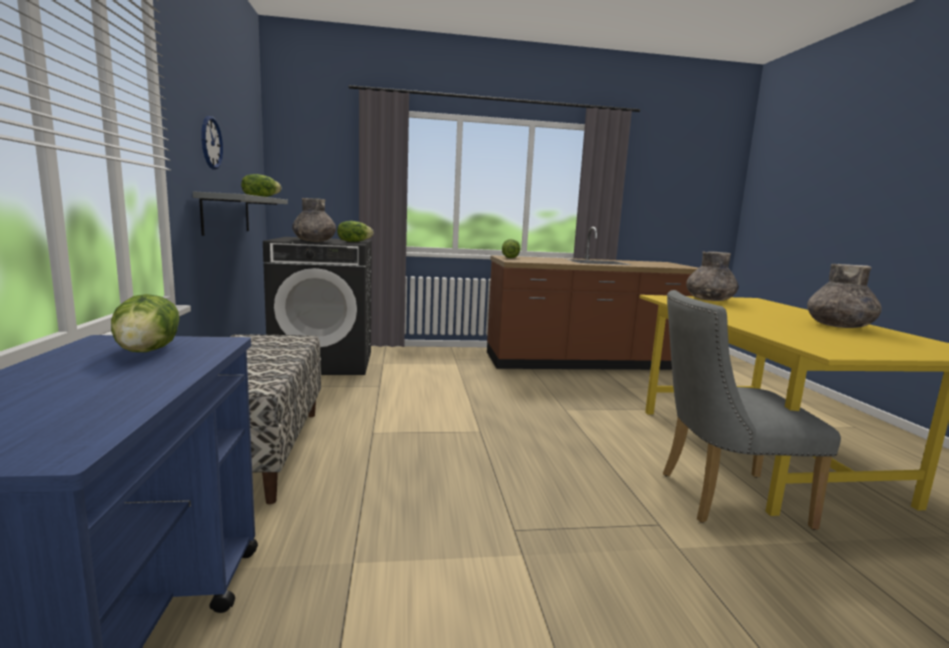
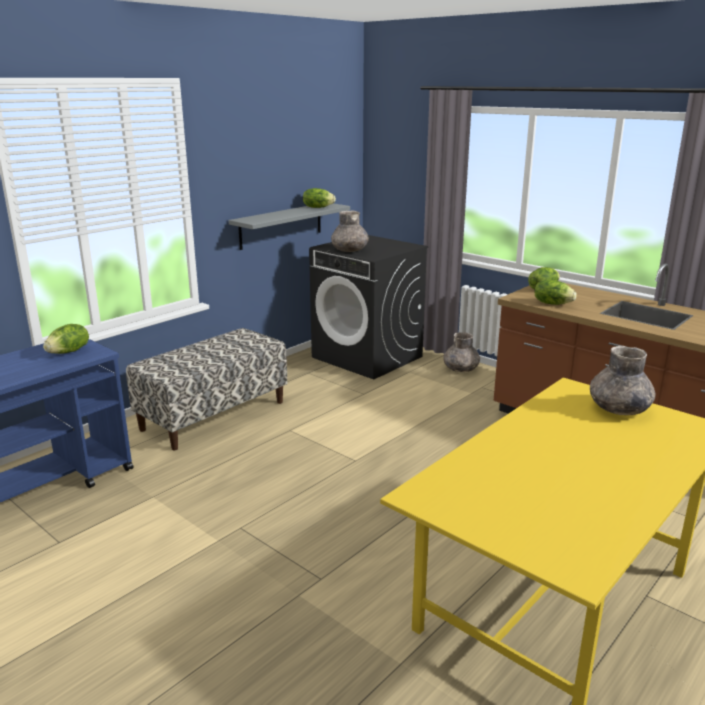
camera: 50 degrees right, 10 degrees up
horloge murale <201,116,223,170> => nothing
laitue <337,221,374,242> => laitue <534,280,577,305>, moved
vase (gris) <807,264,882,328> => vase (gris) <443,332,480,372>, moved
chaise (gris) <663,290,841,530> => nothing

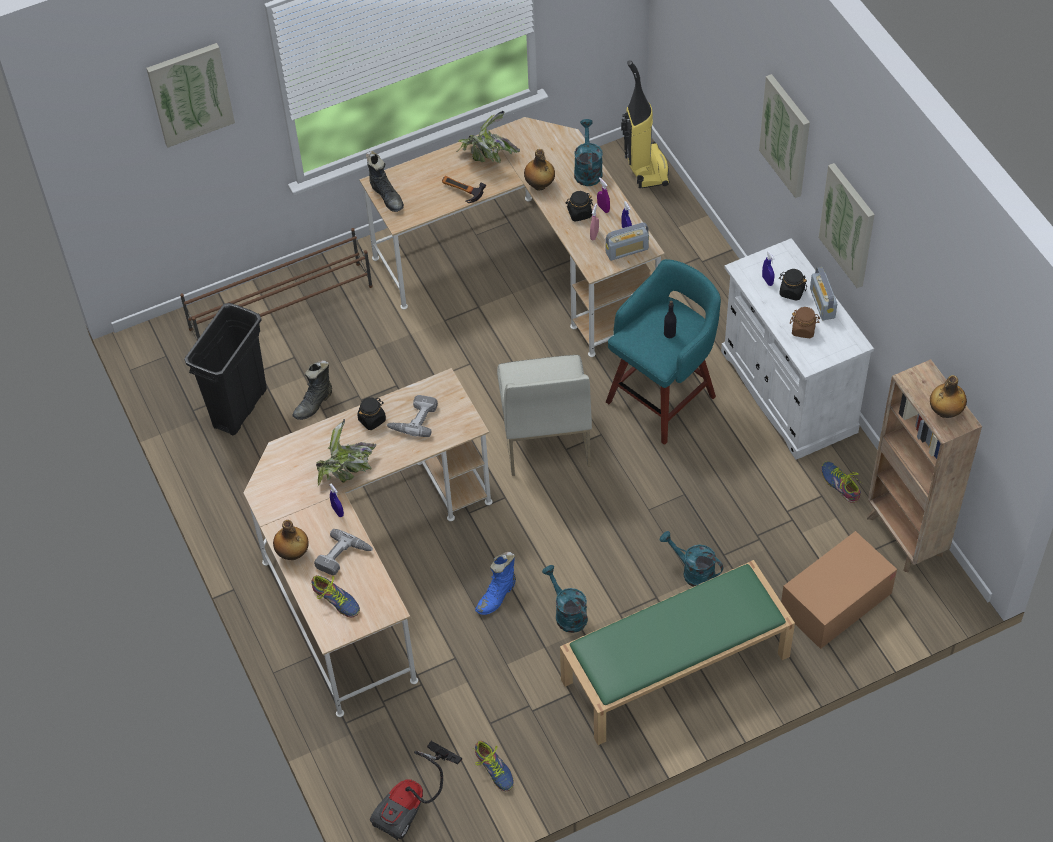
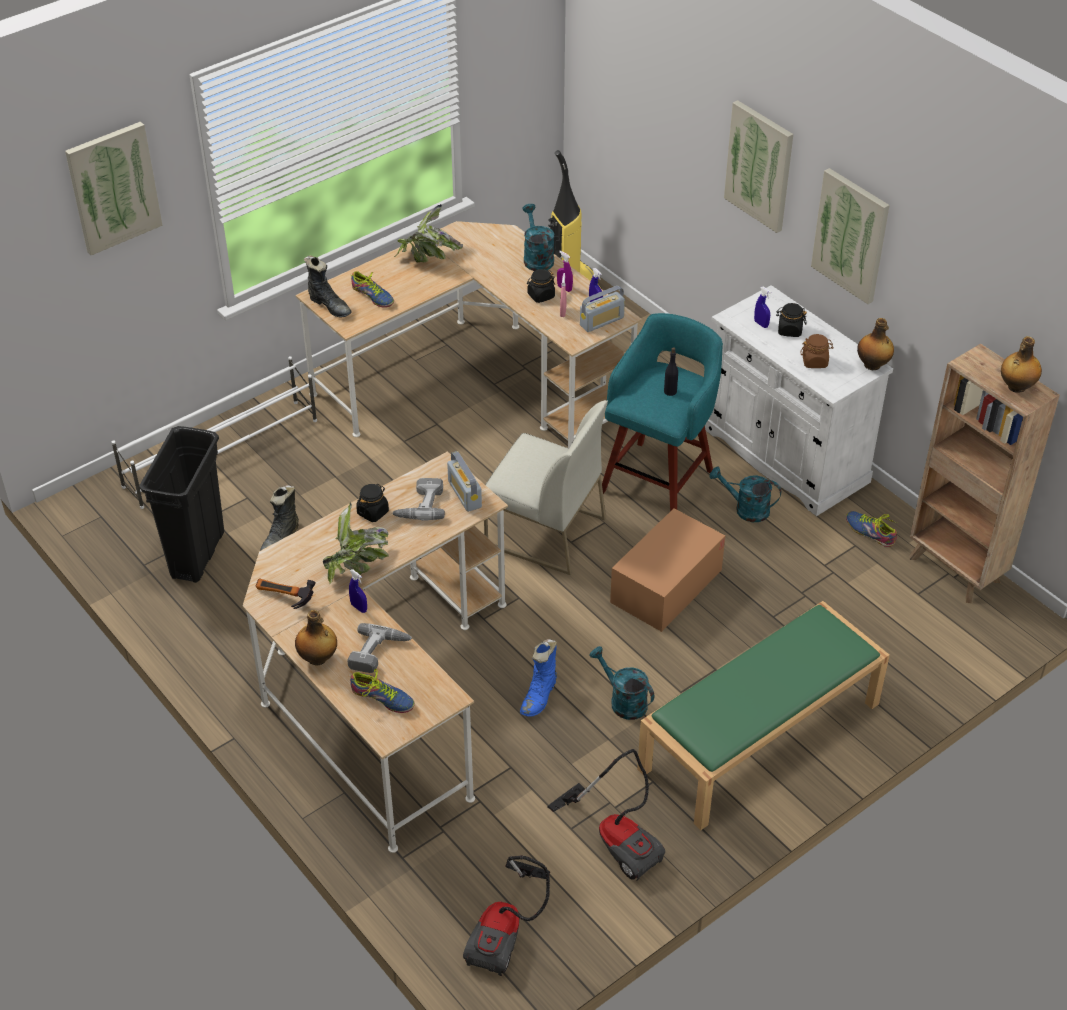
camera: 15 degrees left, 10 degrees down
bouteille <524,149,555,190> => bouteille <857,318,894,370>, moved
marteau <442,176,486,203> => marteau <256,578,316,609>, moved
étagère à chaussures (marron) <180,228,373,340> => étagère à chaussures (blanc) <112,356,317,509>
radio <810,267,837,320> => radio <447,451,482,512>, moved
chaise (blanc) <497,355,592,476> => chaise (blanc) <484,400,608,575>, 45 degrees counterclockwise
arrosoir (turquoise) <660,531,723,587> => arrosoir (turquoise) <710,467,781,522>, moved
carton <781,531,897,649> => carton <610,508,725,632>, moved
chaussure <473,741,514,791> => chaussure <351,271,394,308>, moved
nothing => aspirateur <548,749,665,881>

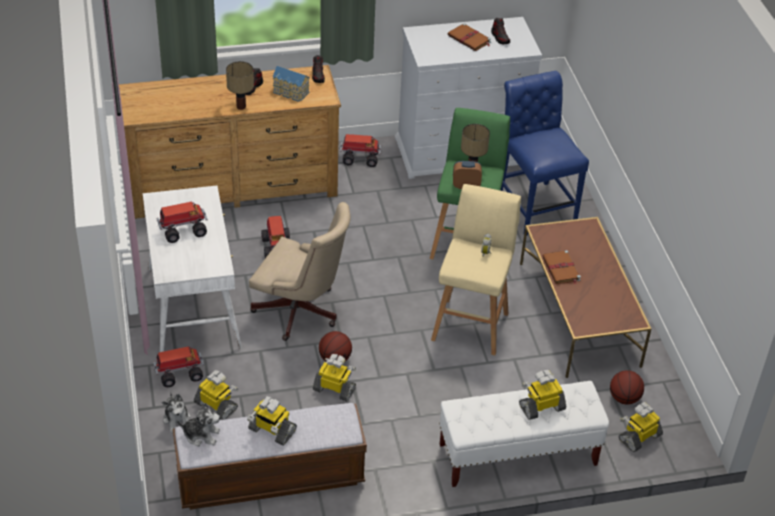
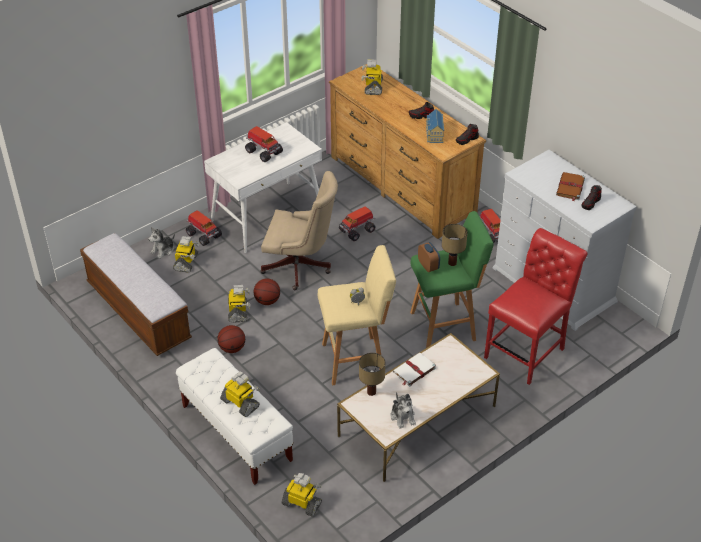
camera: 65 degrees right, 0 degrees up
lampe de table <226,61,254,110> => lampe de table <359,353,385,396>, moved
chaise (bleu) <501,71,589,236> => chaise (rouge) <484,228,588,385>
chaise de bureau (beige) <249,202,351,341> => chaise de bureau (beige) <260,171,338,290>, 75 degrees counterclockwise
table basse (marron) <520,217,651,378> => table basse (blanc) <337,333,500,482>
livre (marron) <542,250,581,284> => livre (blanc) <393,353,436,386>
ballon de basket <610,370,644,405> => ballon de basket <217,325,245,353>, moved
robot jouet <247,396,297,445> => robot jouet <361,59,383,95>, moved
peluche <177,403,220,446> => peluche <391,392,416,429>, moved

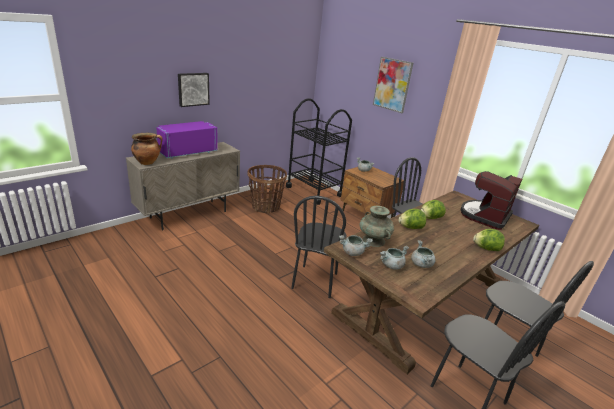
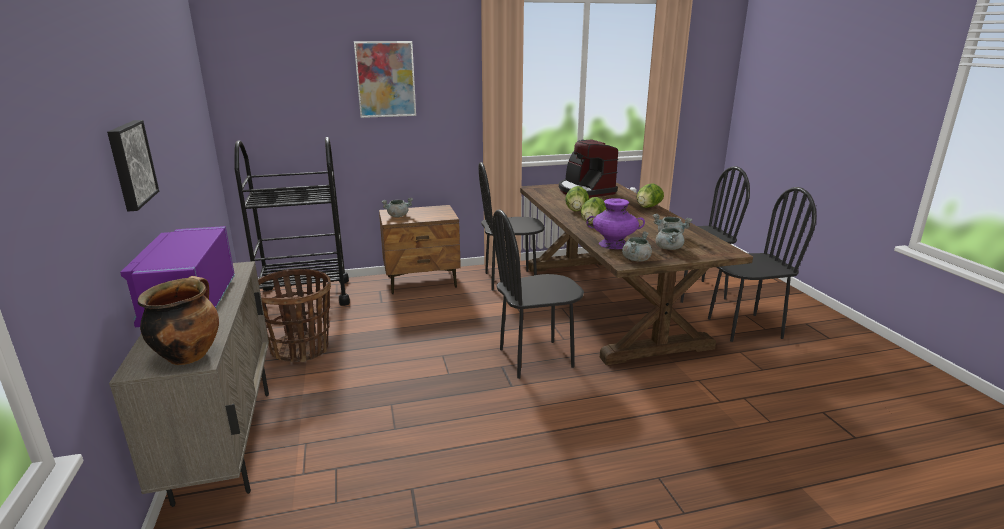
camera: 60 degrees left, 5 degrees down
chaise (noir) <291,196,347,298> => chaise (noir) <492,209,584,379>, 120 degrees clockwise
vase (turquoise) <360,206,394,247> => vase (violet) <586,198,645,249>

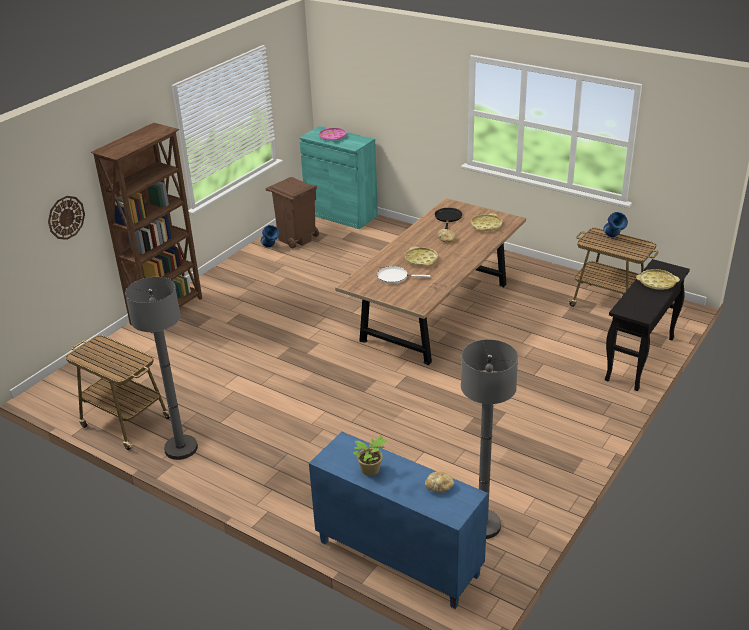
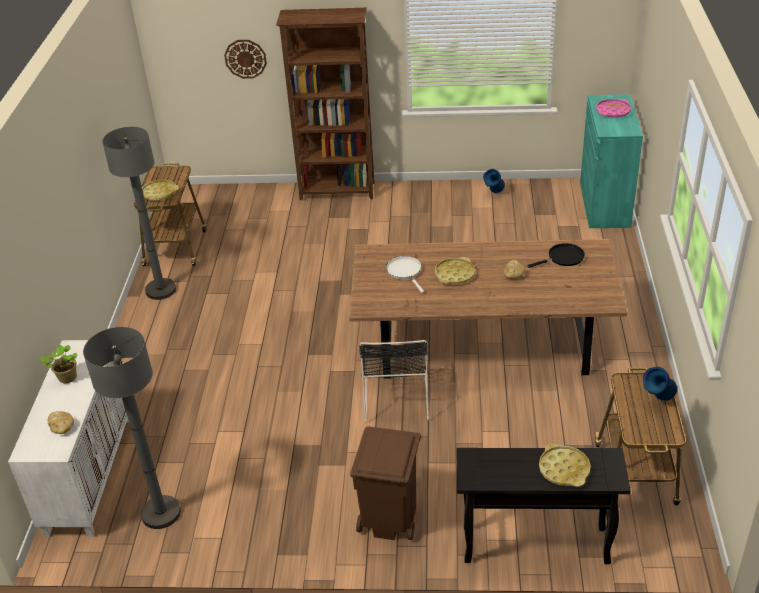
camera: 60 degrees right, 5 degrees up
poubelle (marron) <266,177,319,248> => poubelle (marron) <350,426,421,540>, moved
plateau (jaune) <471,213,502,231> => plateau (jaune) <142,180,179,201>, moved
meuble de rangement (bleu) <309,432,488,609> => meuble de rangement (blanc) <8,340,129,537>
nothing => chaise (noir) <359,340,429,423>

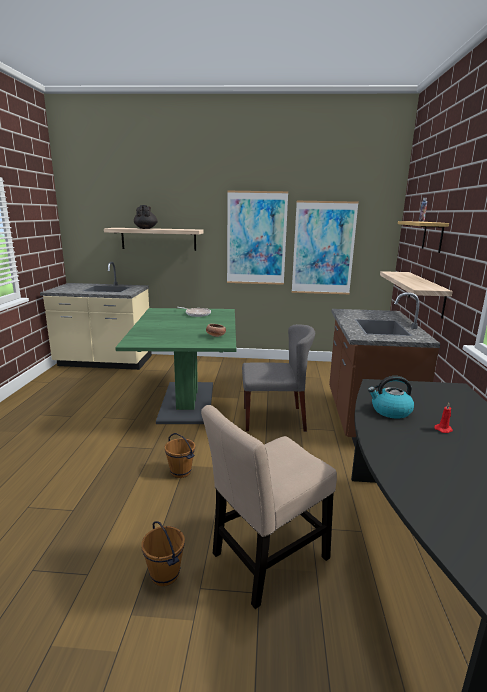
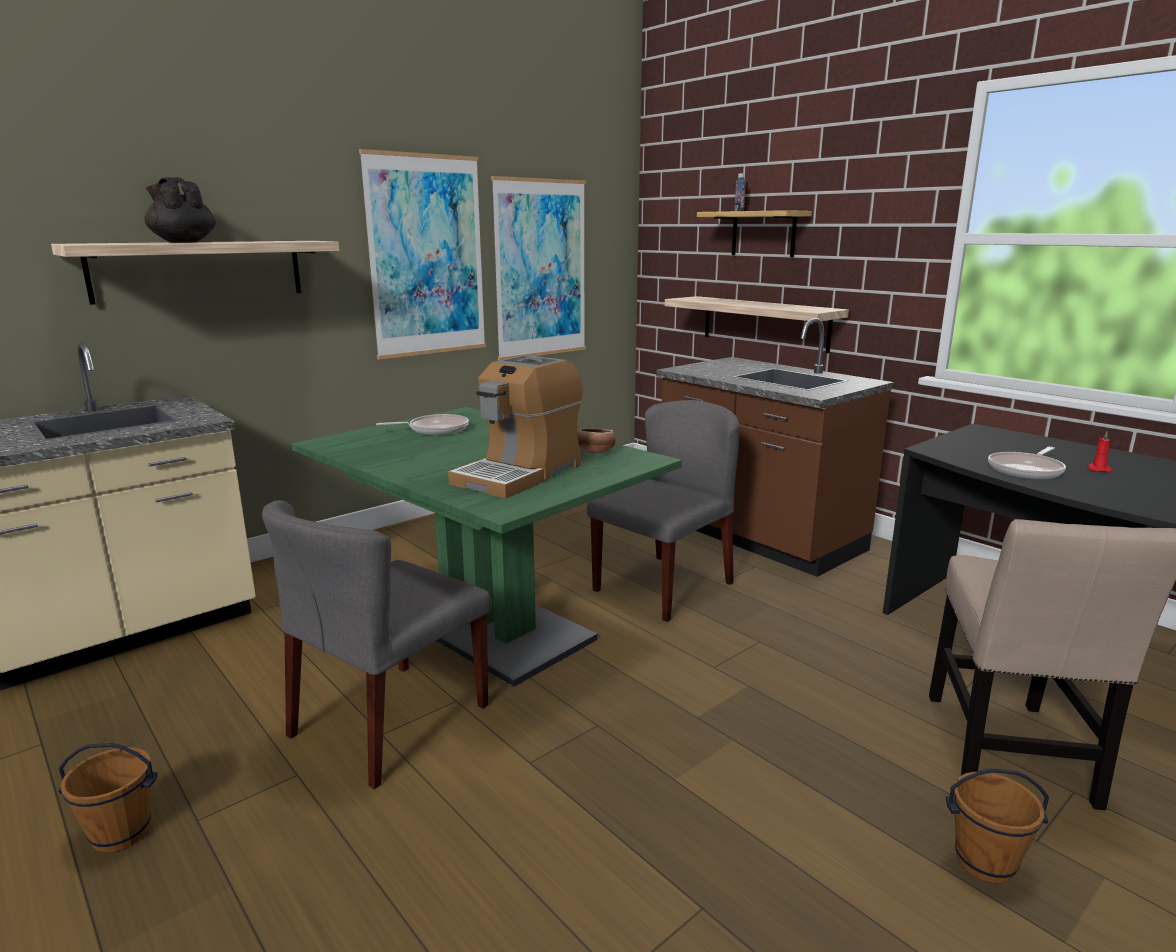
camera: 45 degrees left, 0 degrees up
bouilloire <368,376,414,419> => poêle <988,447,1066,479>
seau (marron) <165,433,195,478> => seau (marron) <58,743,158,853>, moved
nothing => machine à café <448,355,583,499>
nothing => chaise (gris) <262,500,492,789>

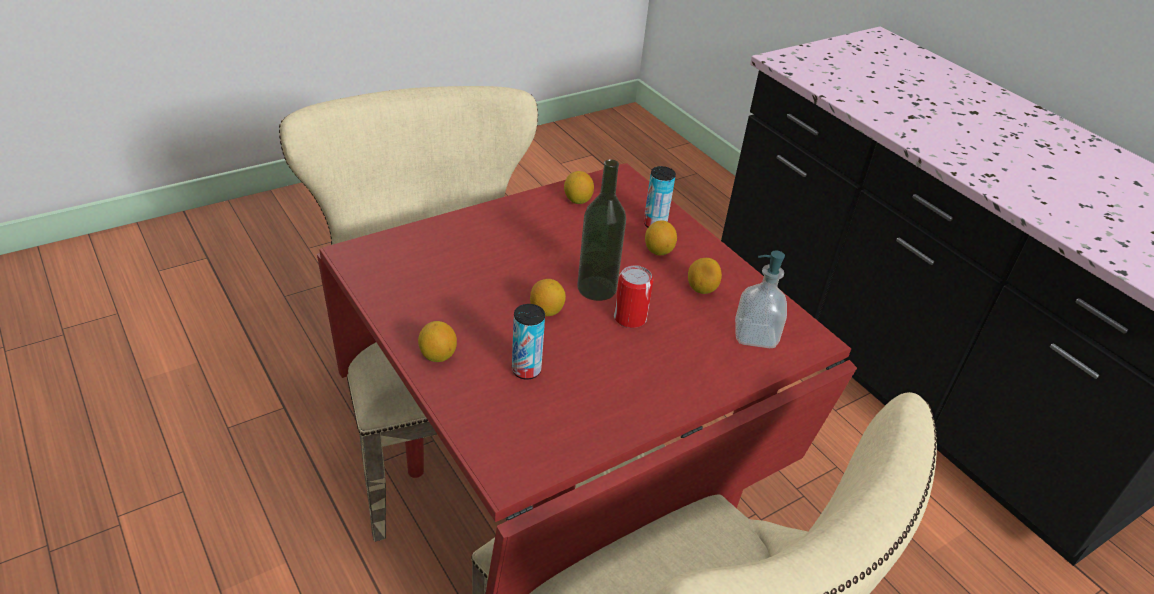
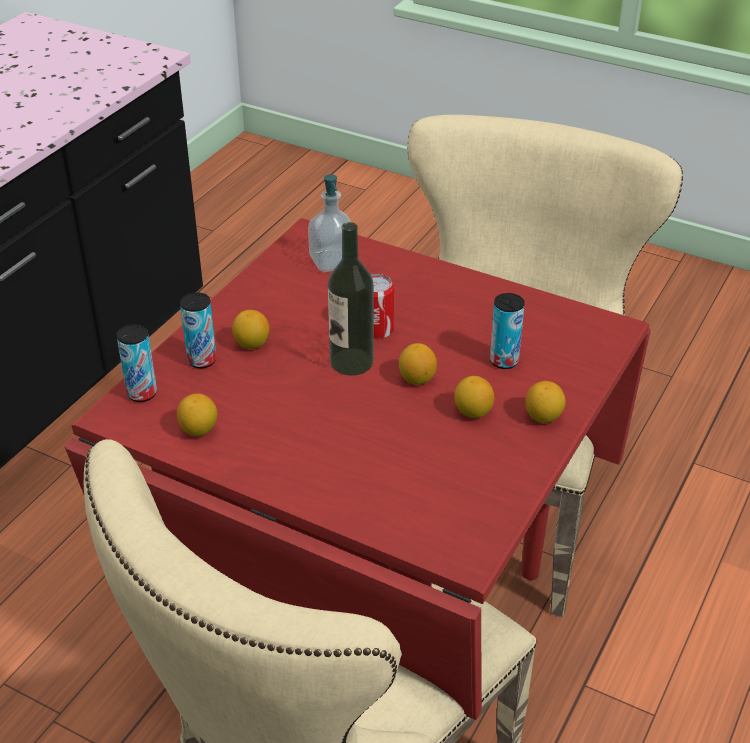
camera: 115 degrees left, 0 degrees up
citron <688,258,722,294> => citron <454,376,494,418>, moved
nothing => boîte métallique <117,324,157,402>

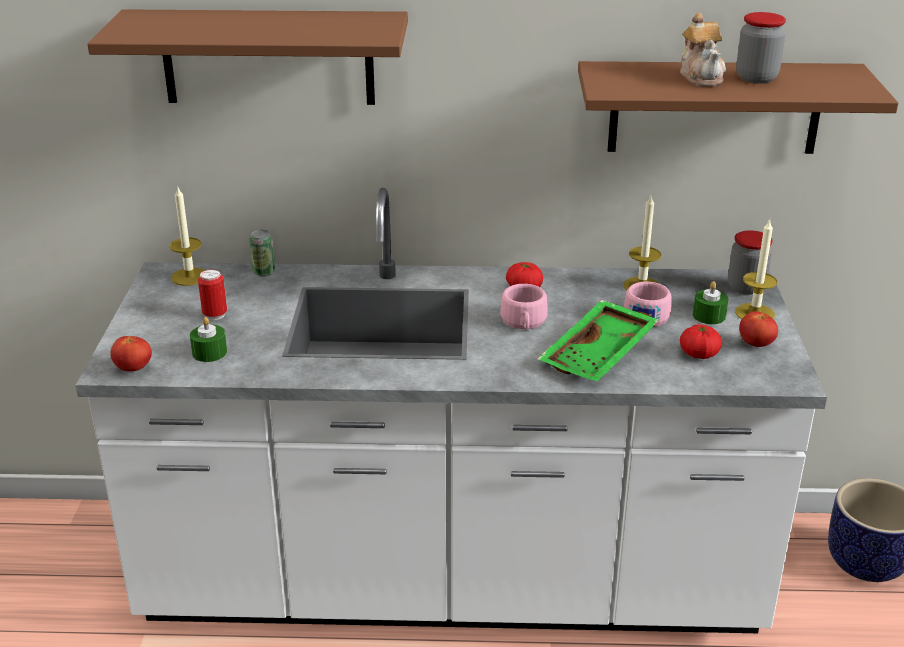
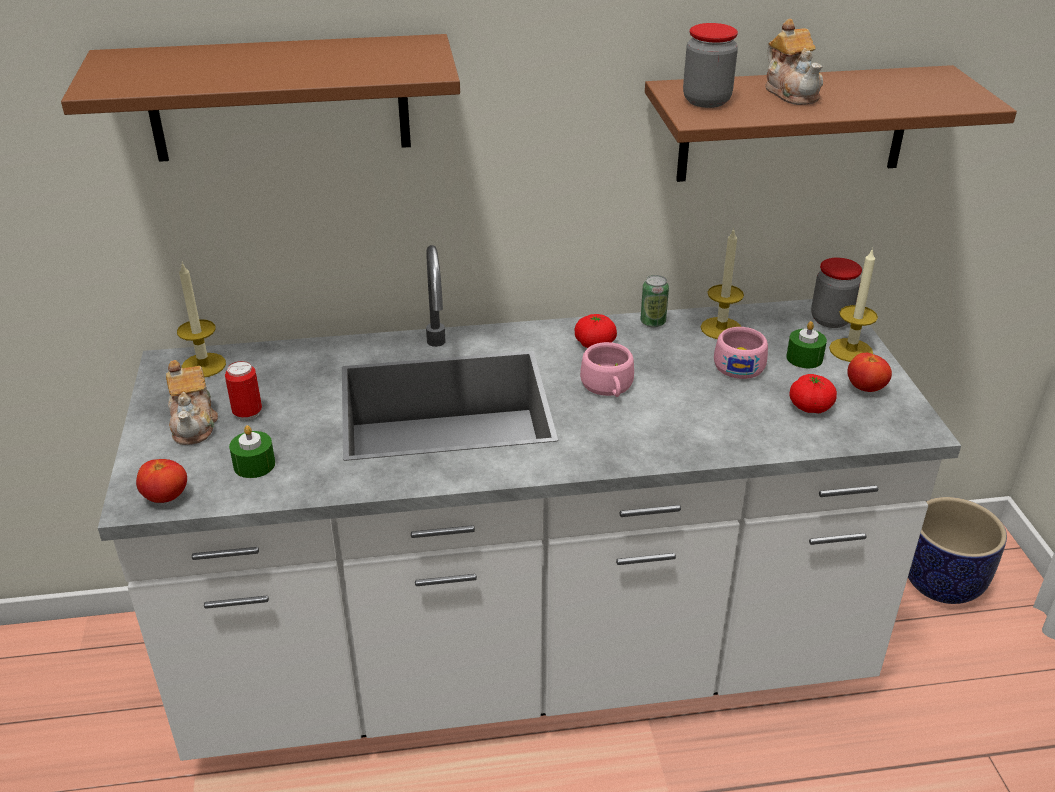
camera: 10 degrees left, 5 degrees up
bocal <736,12,786,83> => bocal <683,23,738,108>, moved
boîte métallique <249,230,275,277> => boîte métallique <640,275,669,327>, moved
plateau (vert) <538,300,659,382> => nothing
nothing => théière <166,360,218,445>

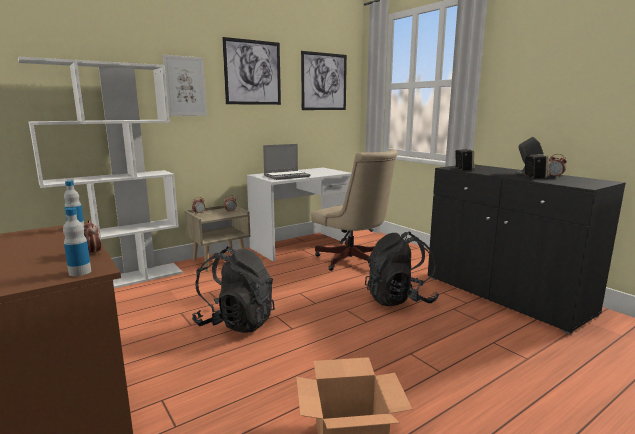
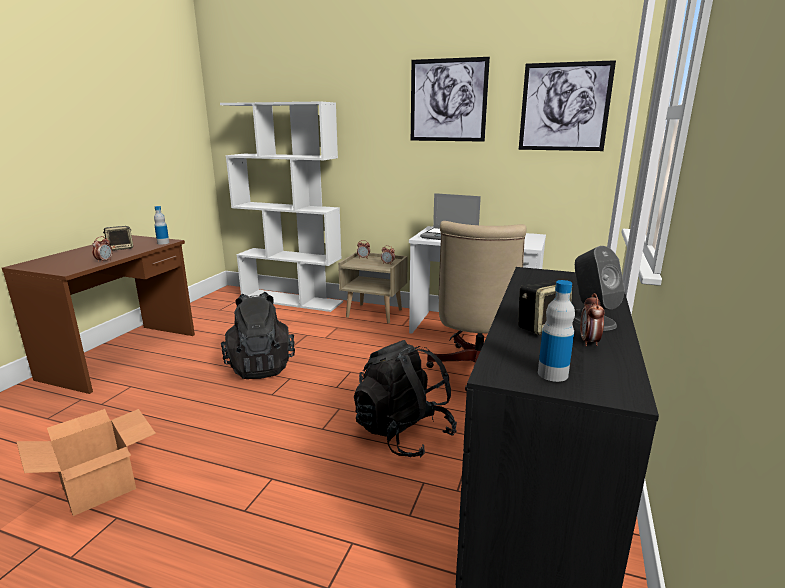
camera: 55 degrees right, 5 degrees up
tableau <163,55,207,116> => nothing
enceinte <455,149,474,170> => enceinte <103,226,133,251>, moved
bouteille <63,208,91,276> => bouteille <538,280,575,382>, moved

